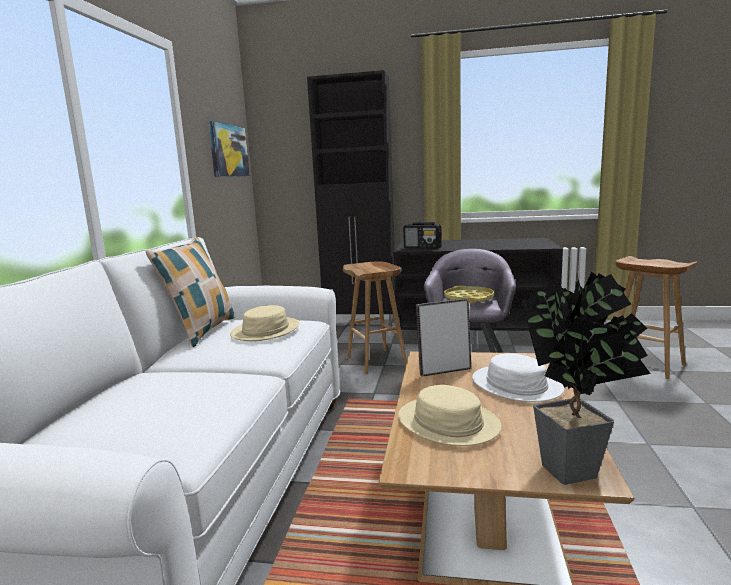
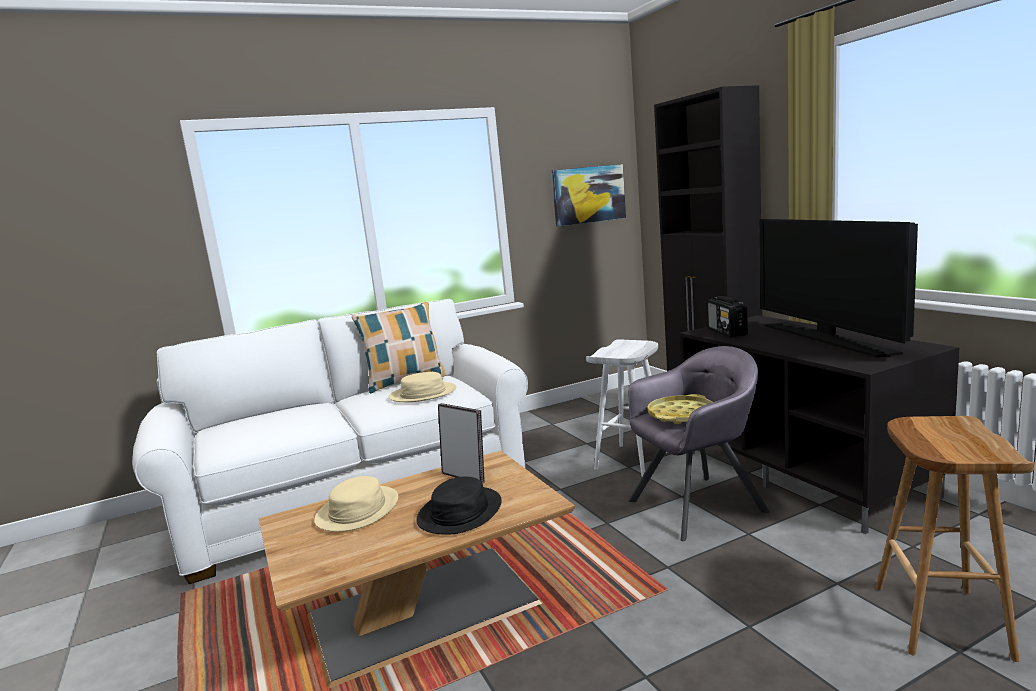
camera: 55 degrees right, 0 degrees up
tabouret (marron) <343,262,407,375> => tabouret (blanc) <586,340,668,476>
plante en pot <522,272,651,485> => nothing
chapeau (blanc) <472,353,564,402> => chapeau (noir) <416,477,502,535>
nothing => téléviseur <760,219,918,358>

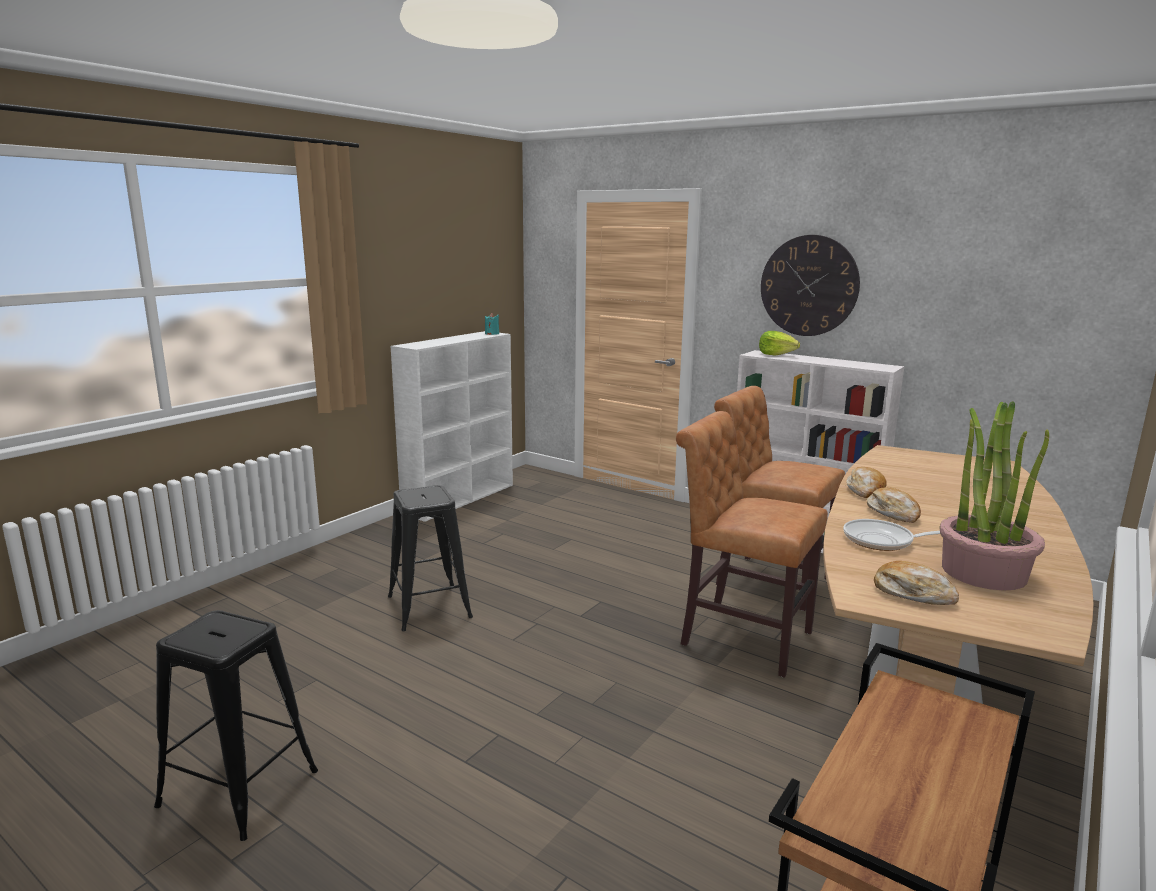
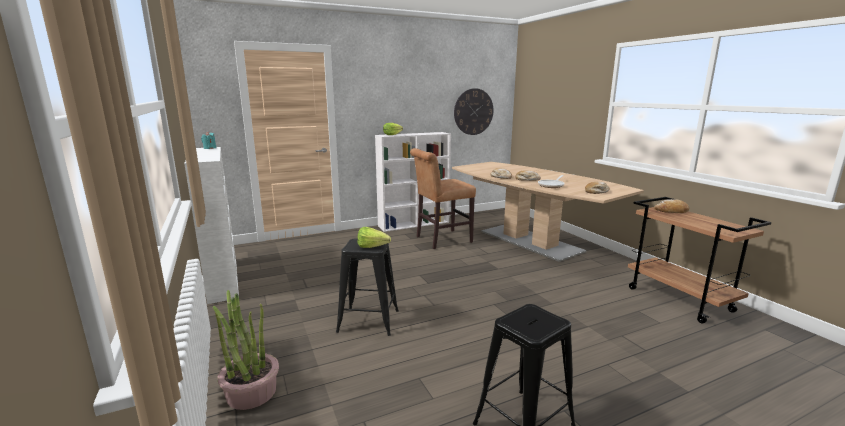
camera: 60 degrees left, 0 degrees up
horloge murale <761,235,860,336> => horloge murale <454,88,493,135>, moved
plante en pot <939,401,1049,591> => plante en pot <213,290,279,410>, moved
chaise (marron) <676,411,828,678> => nothing
nothing => pain <654,199,689,213>
nothing => laitue <358,227,391,248>

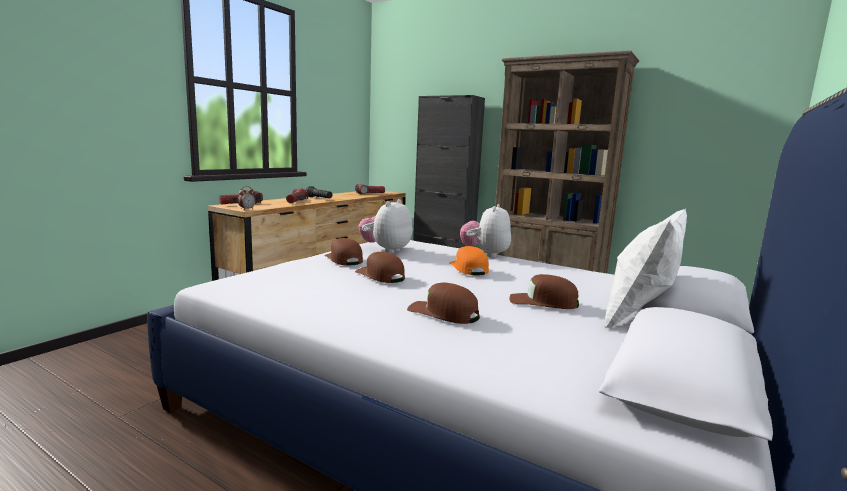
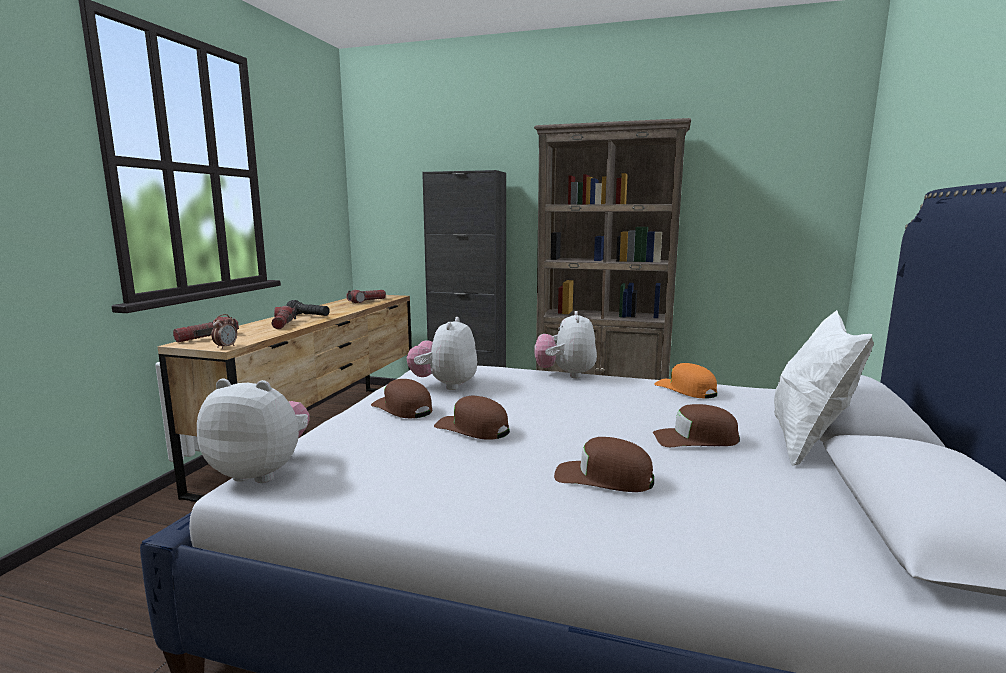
camera: 15 degrees left, 0 degrees up
casquette (orange) <449,246,489,275> => casquette (orange) <654,363,717,399>, moved
nothing => peluche <197,378,310,483>

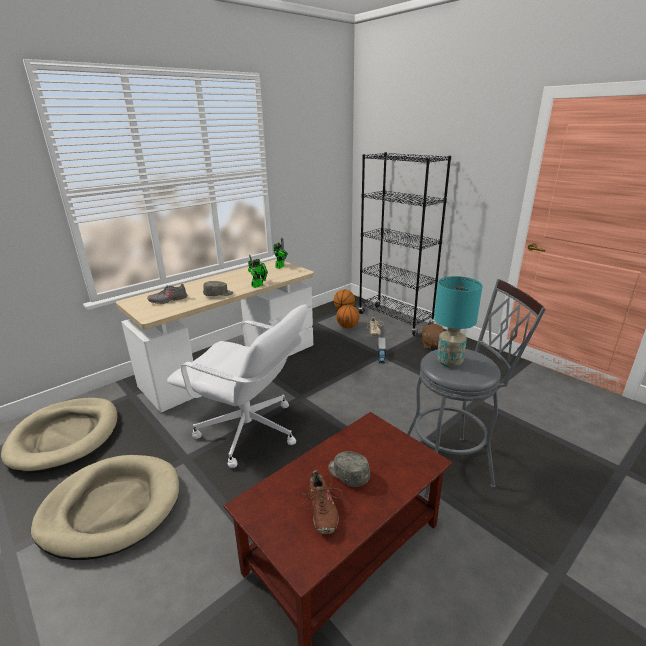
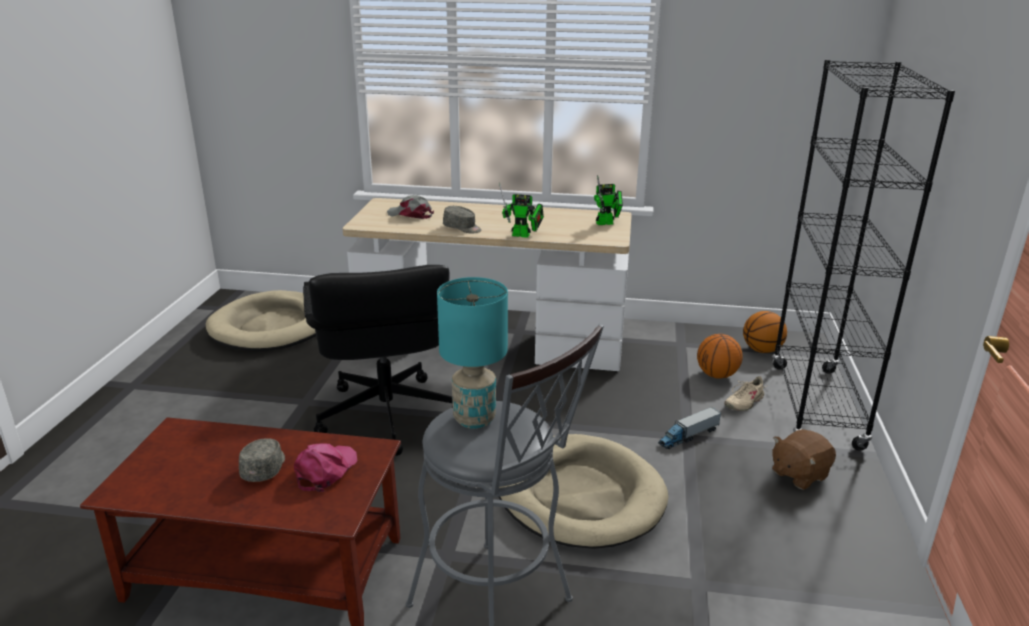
camera: 50 degrees right, 0 degrees up
chaussure (gris) <147,284,188,304> => casquette (gris) <387,195,434,219>
chaise de bureau (blanc) <167,304,307,468> => chaise de bureau (noir) <303,265,453,456>
panier pour chien (beige) <31,455,180,560> => panier pour chien (beige) <499,434,669,549>, moved
chaussure (marron) <298,470,343,535> => nothing
nothing => casquette (rose) <294,443,357,492>

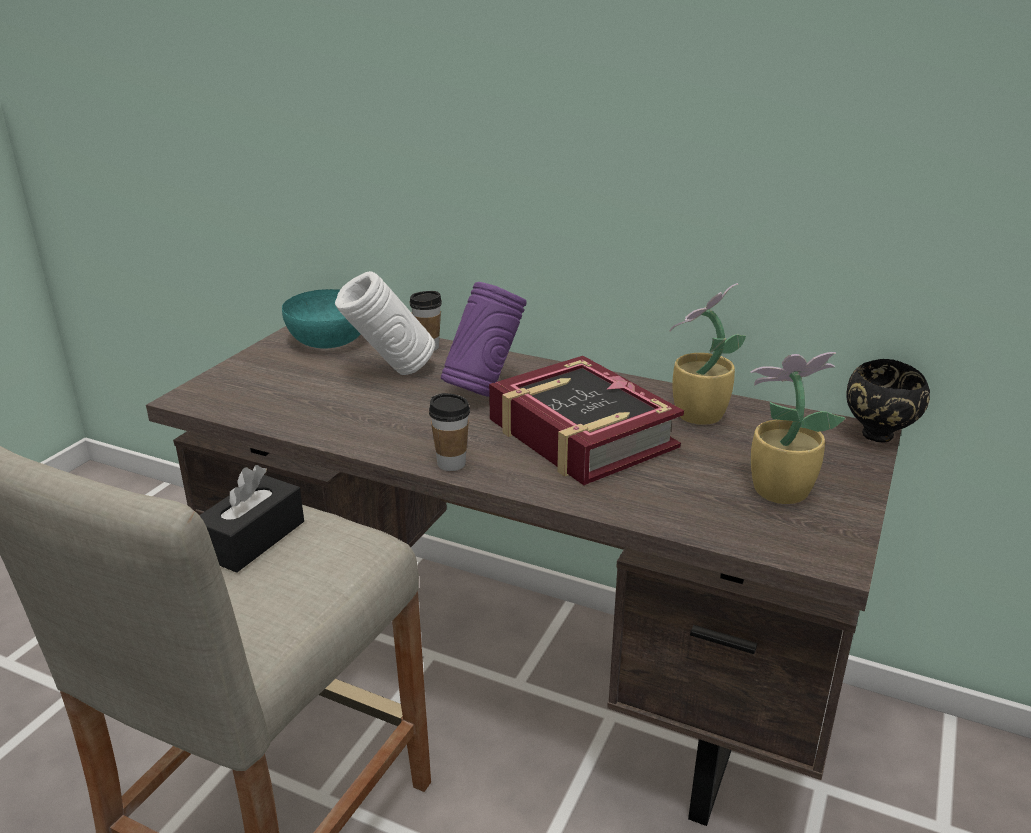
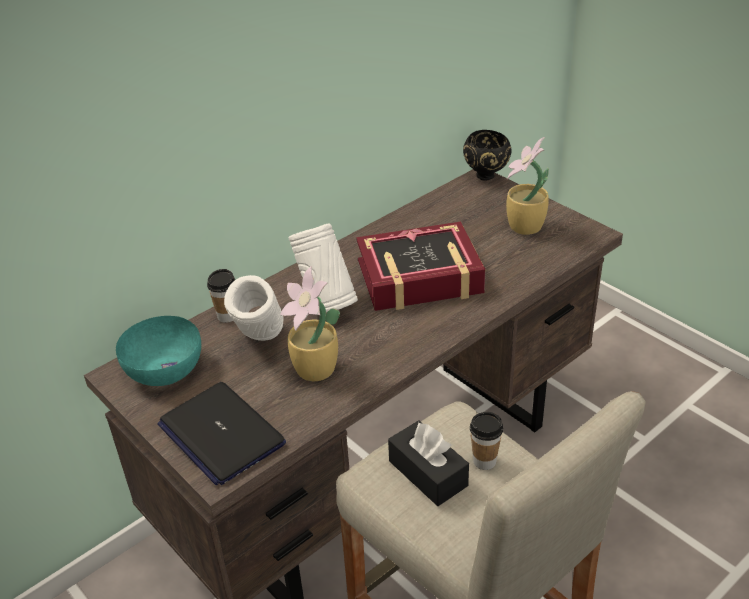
camera: 65 degrees left, 10 degrees up
vase (violet) <441,282,527,397> => vase (blanc) <289,224,358,313>
plante en pot <670,283,746,425> => plante en pot <280,267,340,381>, moved
tasse <429,393,470,471> => tasse <470,412,503,470>, moved
nothing => ordinateur portable <158,382,286,485>

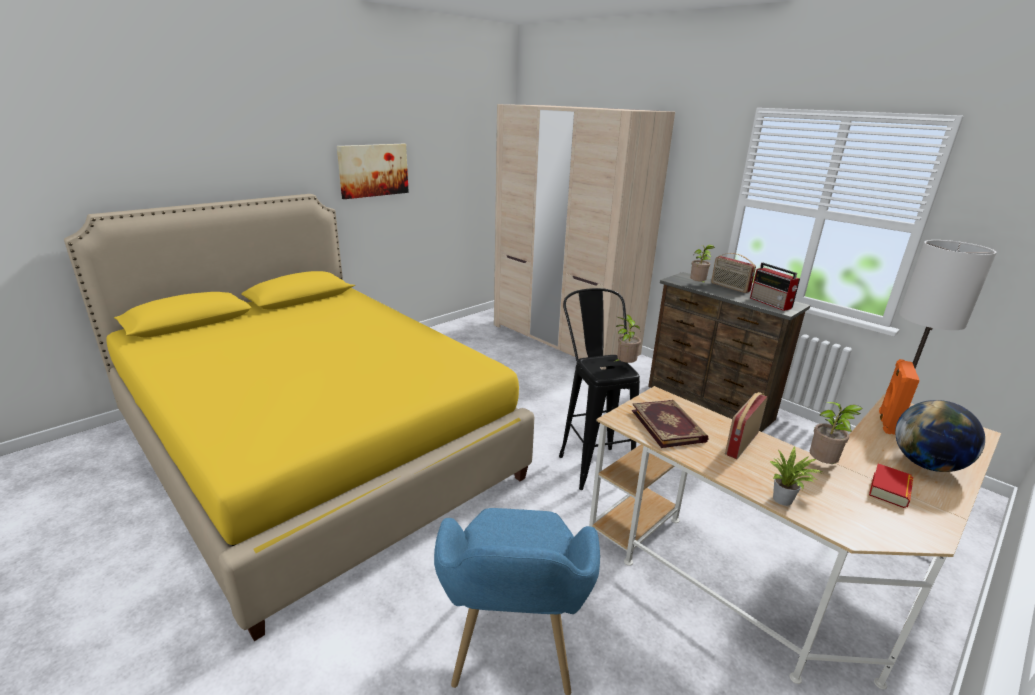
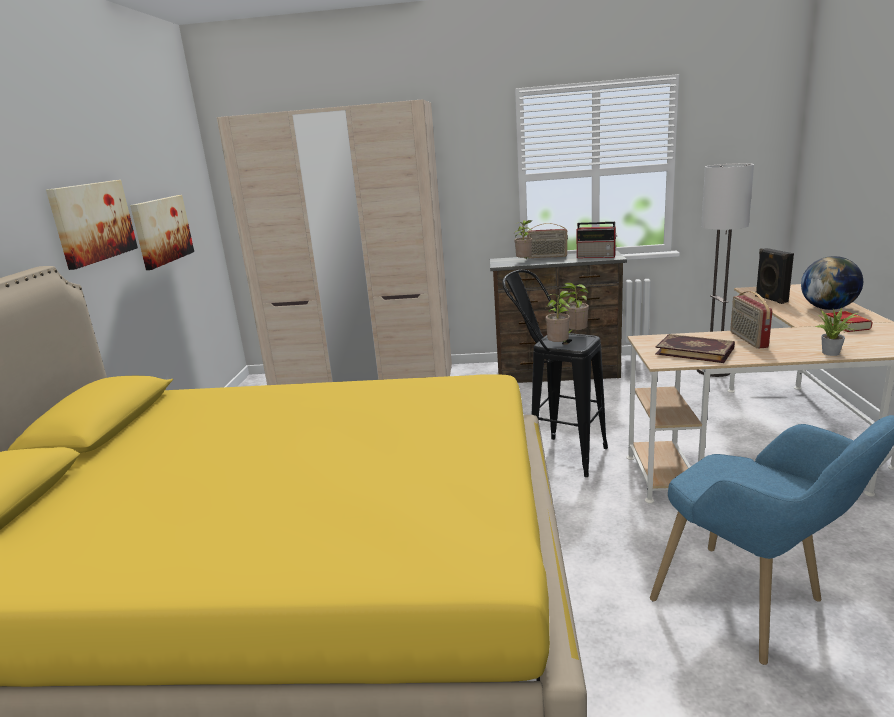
camera: 40 degrees left, 5 degrees down
enceinte (orange) <879,359,920,435> => enceinte (noir) <755,248,794,304>
plante en pot <810,402,863,465> => plante en pot <545,291,572,342>, moved
nothing => tableau <130,195,194,270>

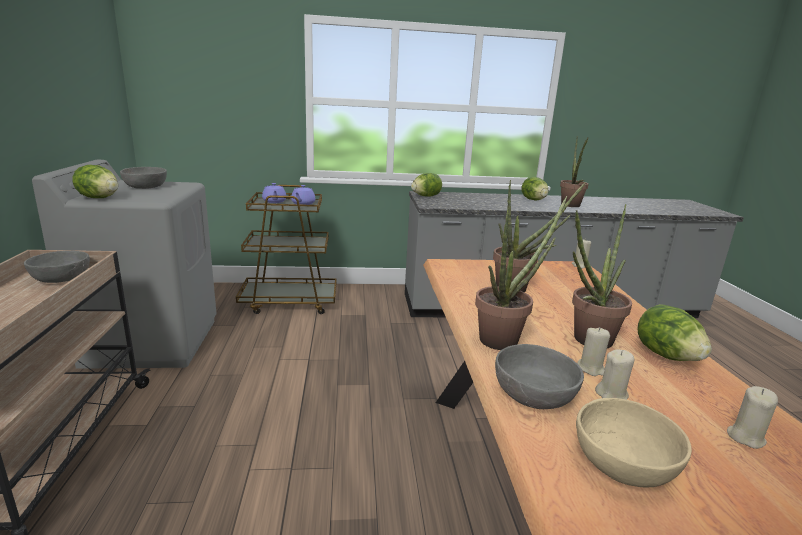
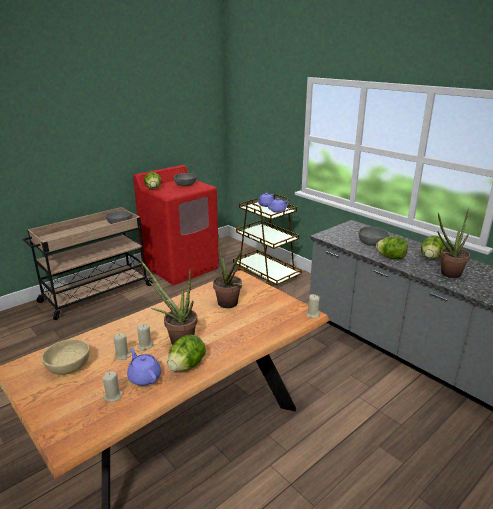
camera: 55 degrees right, 5 degrees up
lave-linge (gris) <32,160,216,369> => lave-linge (rouge) <133,165,219,285>
laitue <411,173,442,197> => laitue <376,237,408,259>, moved
plante en pot <475,196,567,350> => nothing
bol (gris) <495,344,584,409> => bol (gris) <359,227,389,246>, moved
nothing => théière (violet) <127,348,161,386>

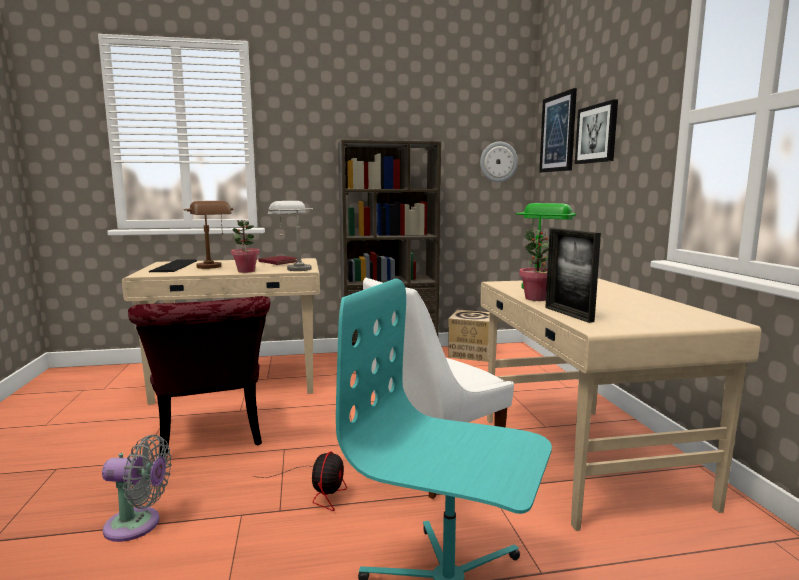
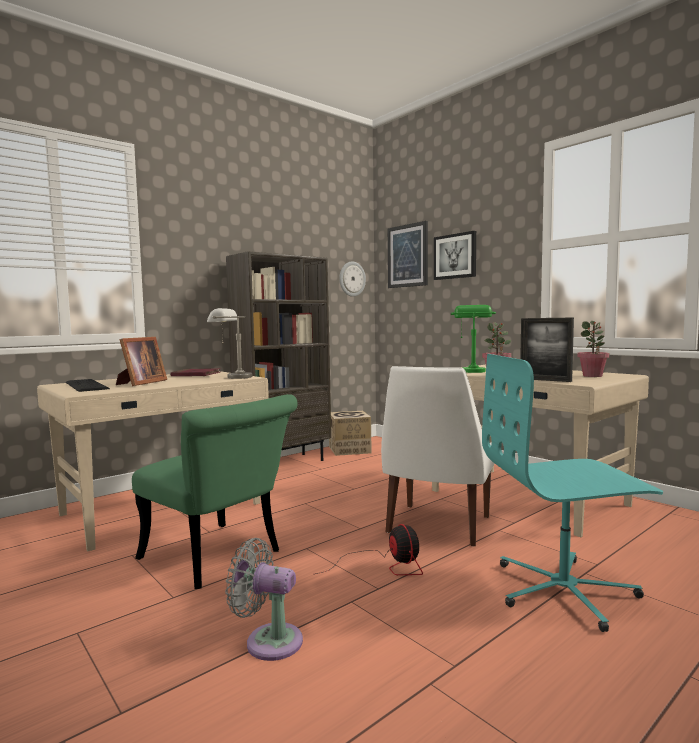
camera: 30 degrees left, 5 degrees down
lampe de table (marron) <184,201,233,269> => cadre photo <116,337,167,386>
plante en pot <231,220,259,273> => plante en pot <577,321,609,377>, moved
chaise (rouge) <128,296,270,457> => chaise (vert) <132,394,297,589>
ventilateur (gris) <102,435,172,542> => ventilateur (gris) <225,538,303,661>, 135 degrees counterclockwise

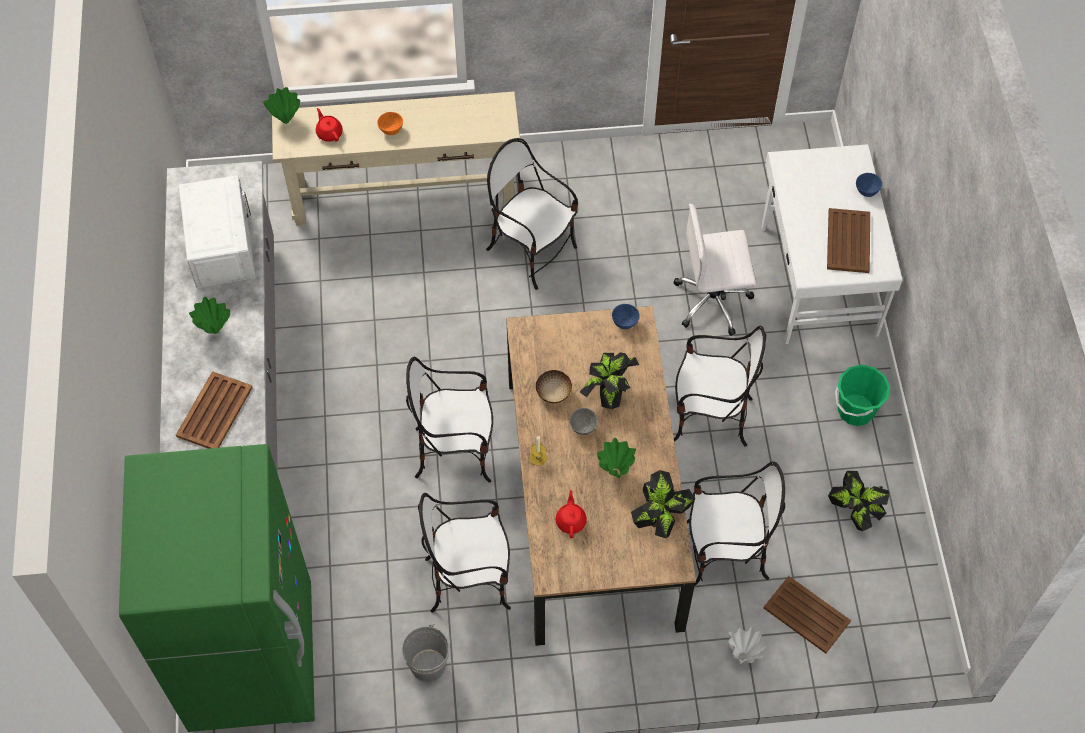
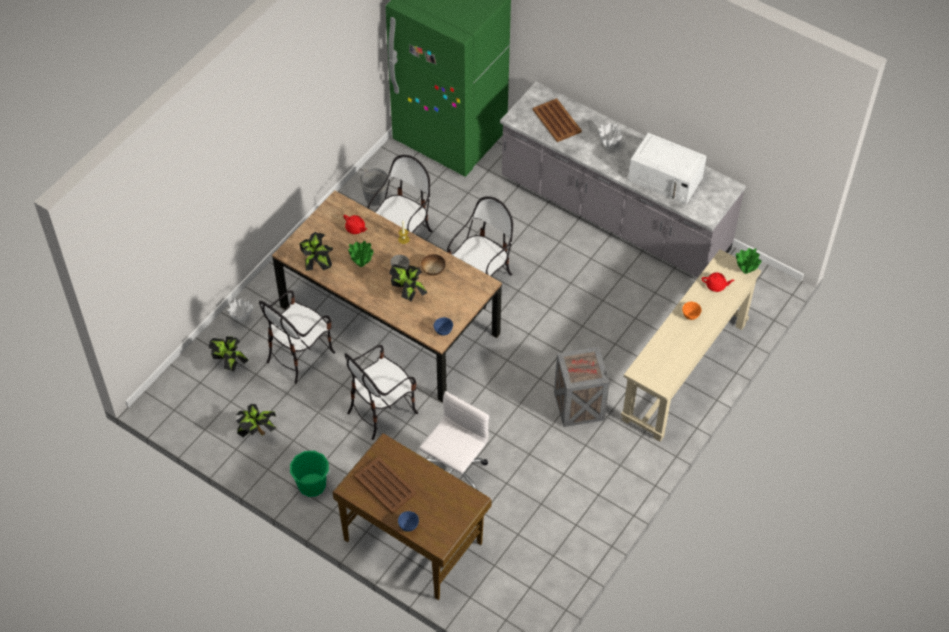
camera: 130 degrees right, 5 degrees down
chaise <486,138,578,290> => caisse <554,347,610,427>
bureau (blanc) <761,144,902,344> => bureau (marron) <332,433,492,600>
vase (vert) <189,297,230,334> => vase (blanc) <598,123,623,149>
plateau (marron) <764,576,851,654> => plante en pot <209,337,248,371>

